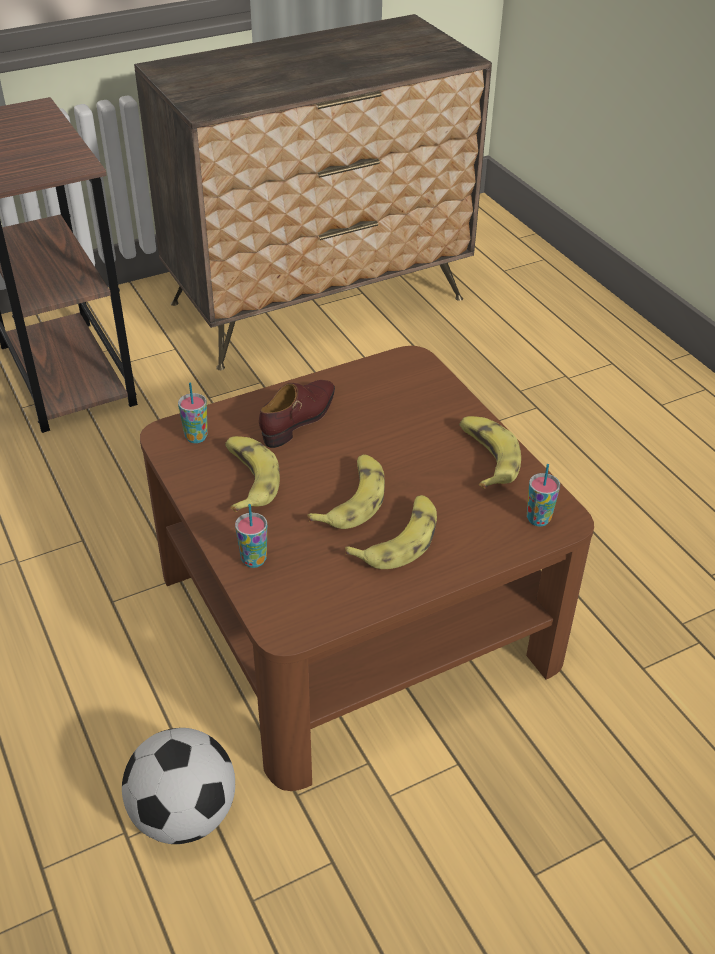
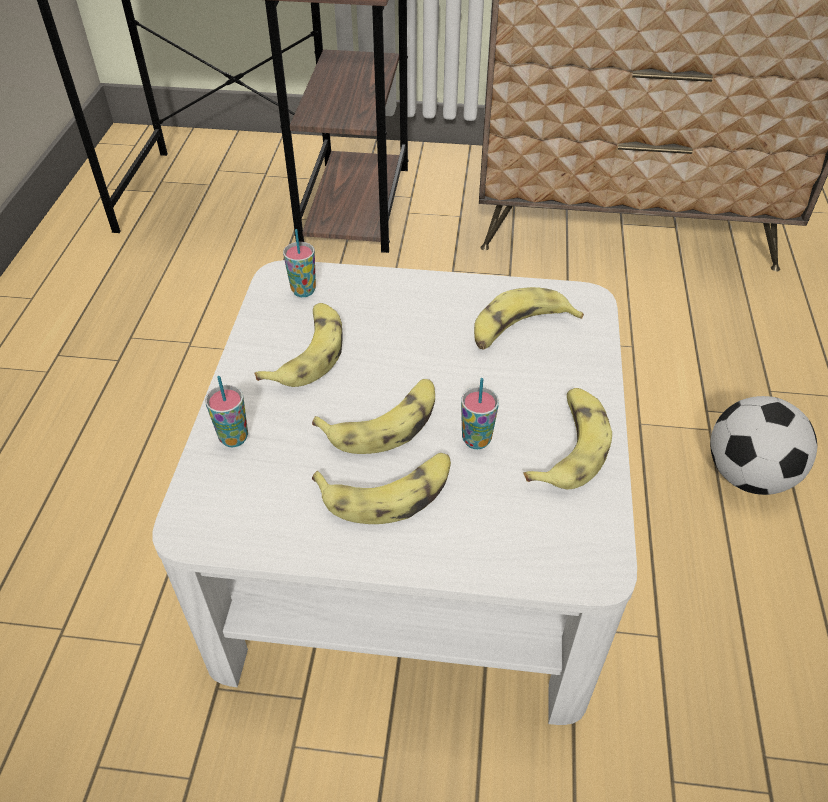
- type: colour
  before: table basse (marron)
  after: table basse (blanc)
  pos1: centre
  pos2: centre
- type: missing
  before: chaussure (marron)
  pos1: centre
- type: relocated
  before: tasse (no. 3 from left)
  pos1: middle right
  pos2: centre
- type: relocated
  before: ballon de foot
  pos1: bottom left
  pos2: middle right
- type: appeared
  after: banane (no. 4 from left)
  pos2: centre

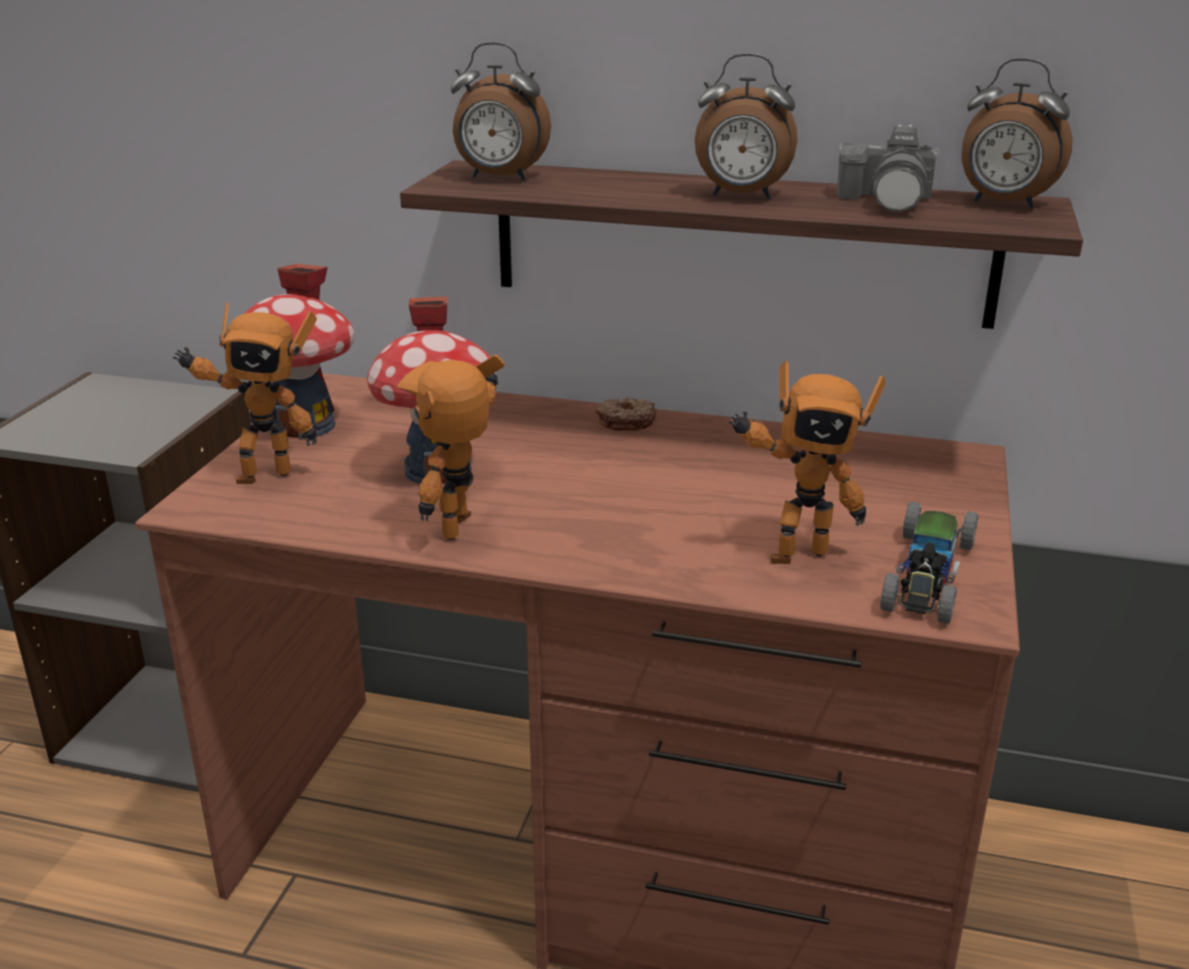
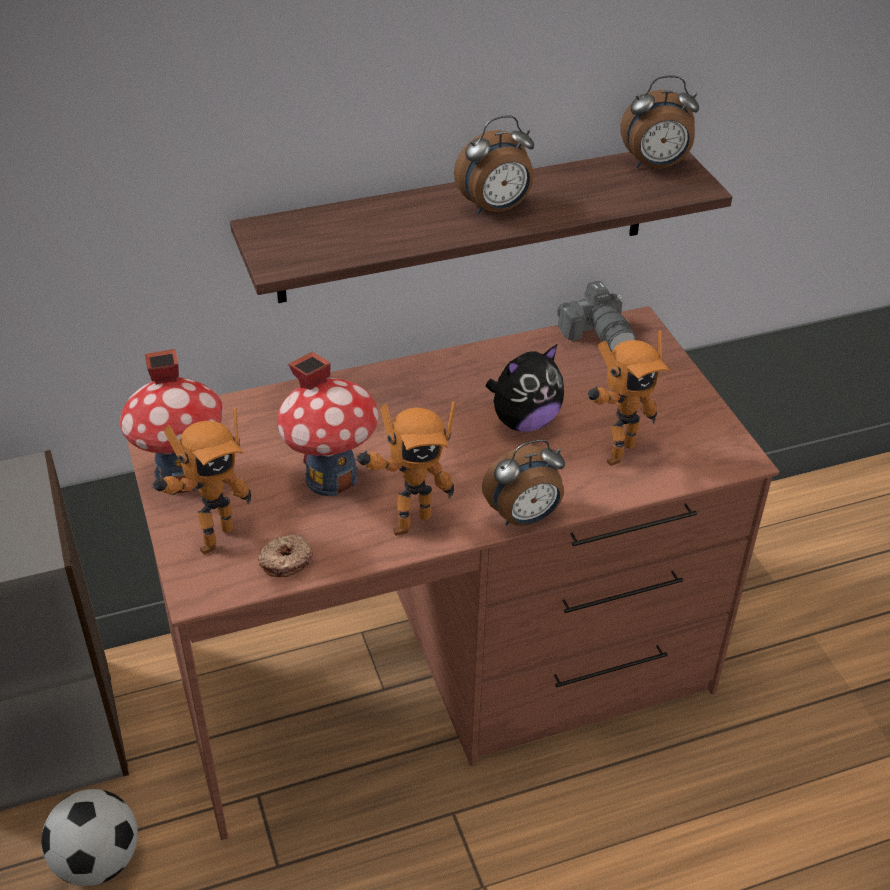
- type: relocated
  before: réveil (no. 1 from left in the first image)
  after: réveil (no. 2 from left)
  pos1: top centre
  pos2: centre
- type: relocated
  before: appareil photo
  pos1: top right
  pos2: middle right
- type: spun
  before: robot jouet (no. 2 from left)
  pos1: centre
  pos2: centre
  turn: -105
- type: relocated
  before: beignet
  pos1: centre
  pos2: middle left
- type: missing
  before: petite voiture
  pos1: middle right
- type: appeared
  after: peluche
  pos2: centre
- type: appeared
  after: ballon de foot
  pos2: bottom left

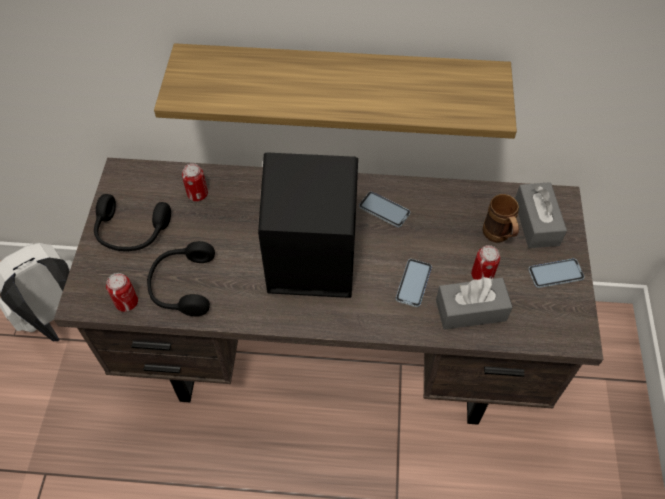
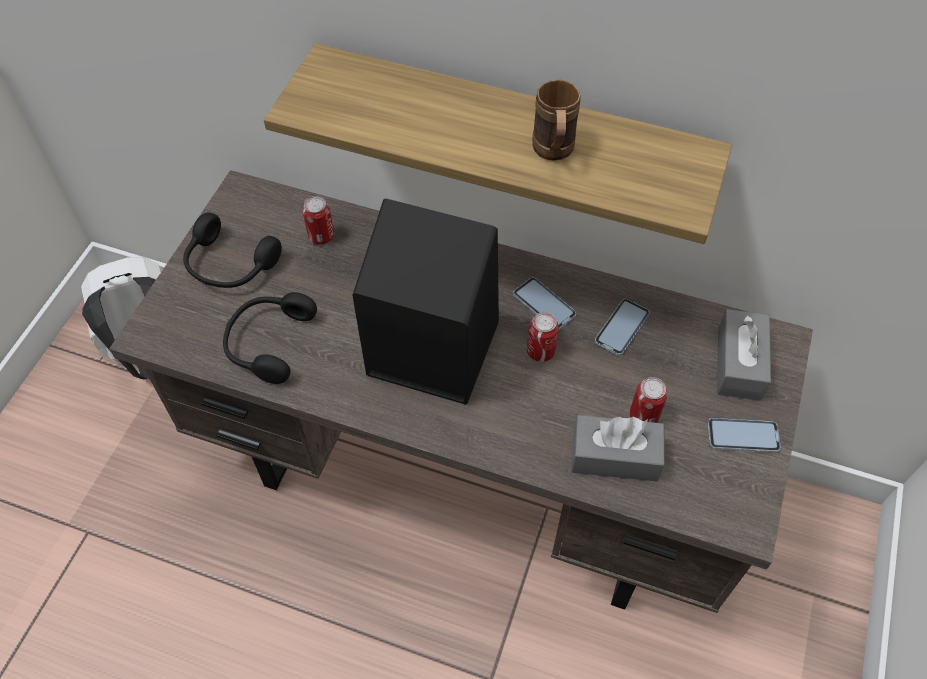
- type: relocated
  before: mug (marron)
  pos1: middle right
  pos2: top centre
- type: relocated
  before: téléphone (no. 2 from left)
  pos1: centre
  pos2: middle right
- type: relocated
  before: boîte métallique (no. 1 from left in the first image)
  after: boîte métallique (no. 2 from left)
  pos1: middle left
  pos2: centre

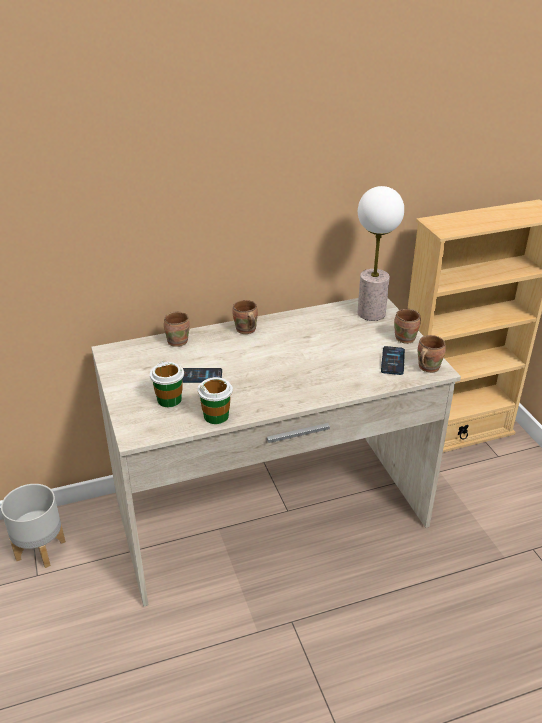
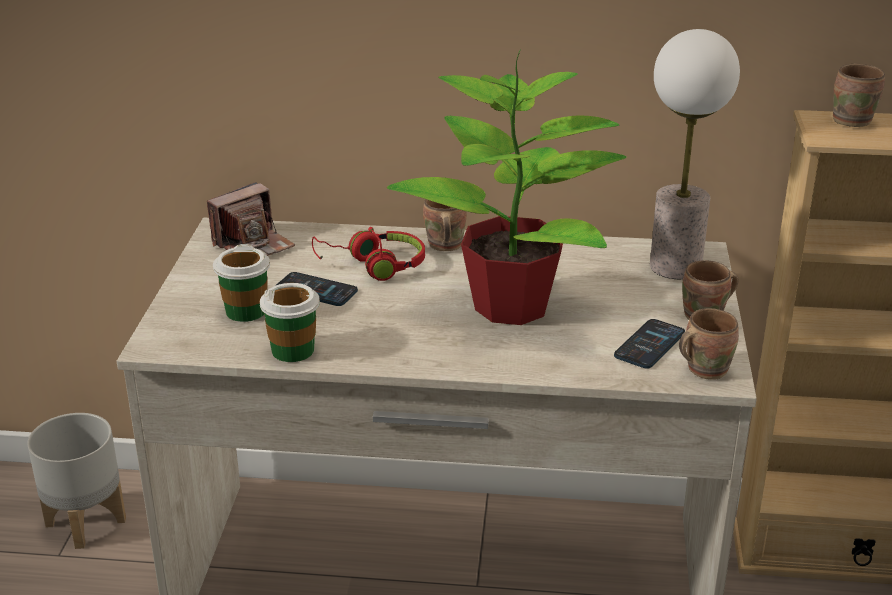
- type: relocated
  before: mug (marron) (no. 1 from left in the first image)
  after: mug (marron) (no. 4 from left)
  pos1: middle left
  pos2: top right
- type: appeared
  after: plante en pot
  pos2: top centre
- type: appeared
  after: appareil photo
  pos2: middle left
- type: appeared
  after: casque audio (rouge)
  pos2: centre

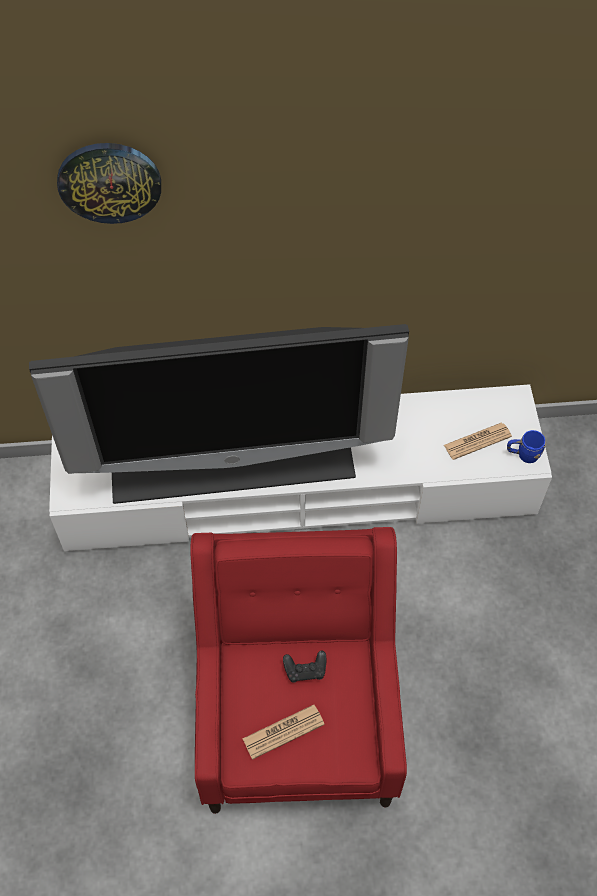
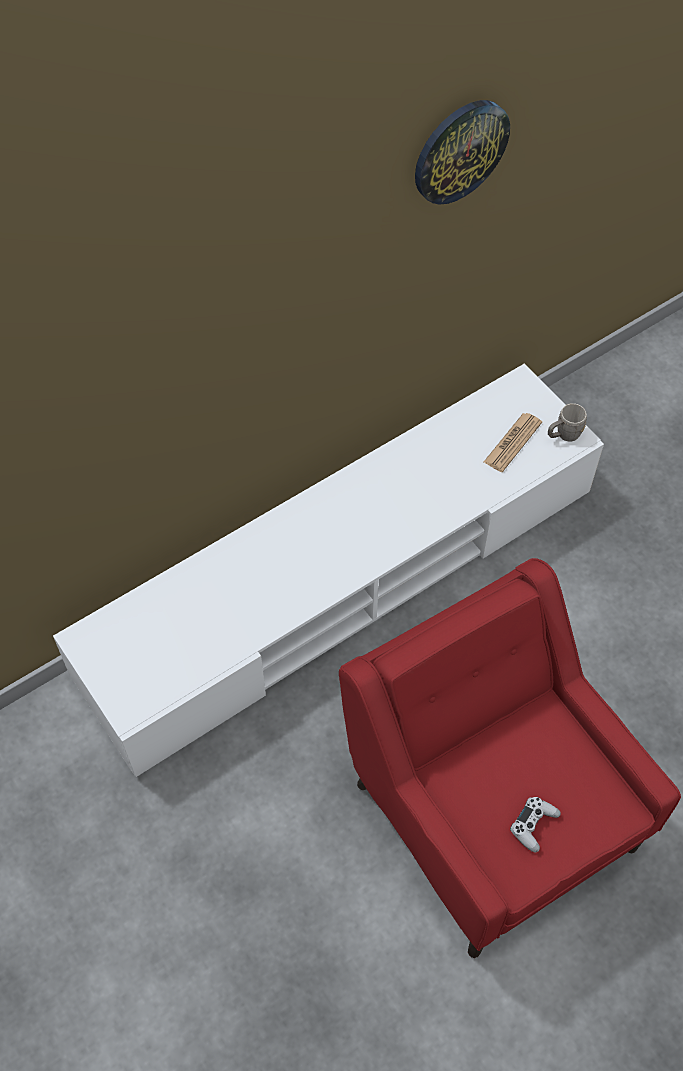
- type: relocated
  before: horloge murale
  pos1: top left
  pos2: top right
- type: missing
  before: téléviseur
  pos1: centre
- type: colour
  before: mug (bleu)
  after: mug (gris)
  pos1: middle right
  pos2: middle right
- type: missing
  before: manette (noir)
  pos1: bottom centre
- type: exchanged
  before: journal (no. 1 from left)
  after: manette (blanc)
  pos1: bottom centre
  pos2: bottom right

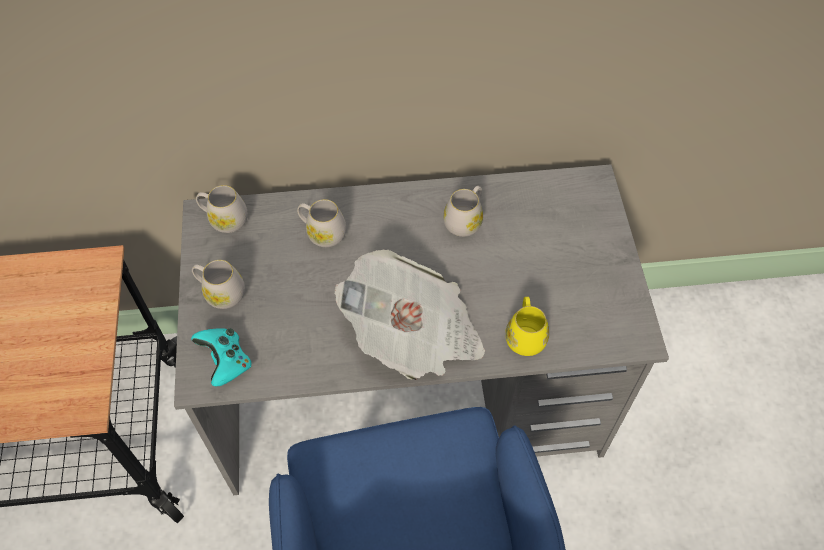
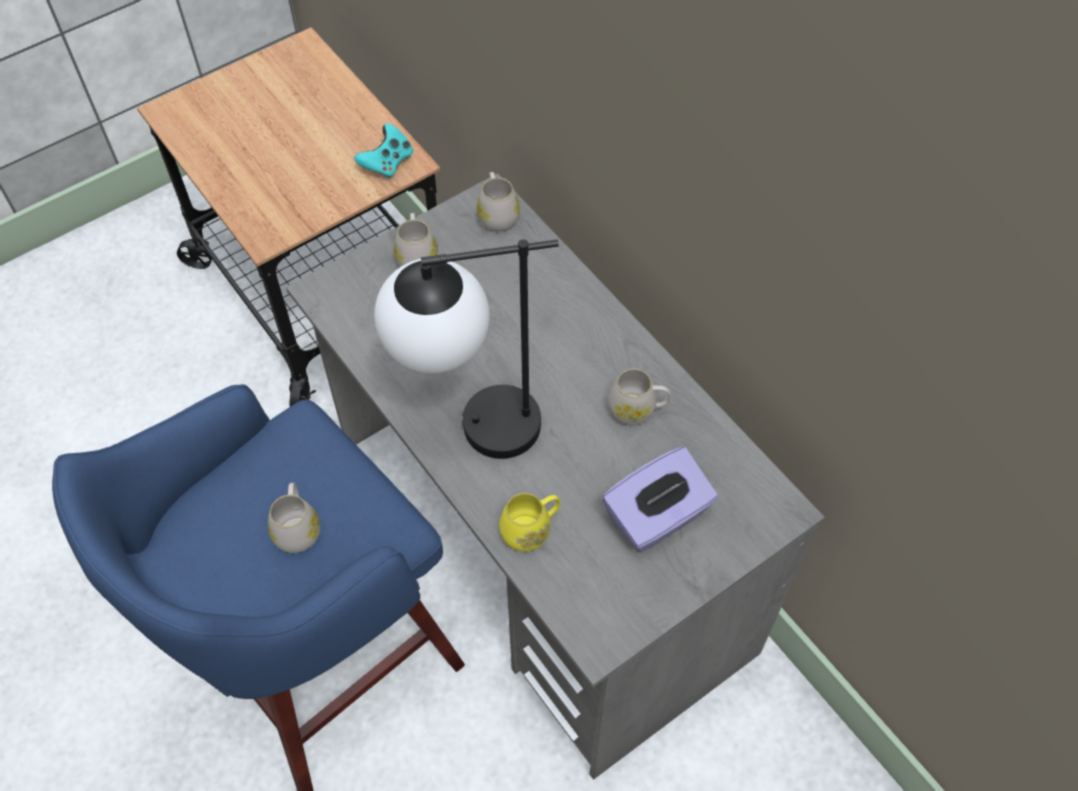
- type: relocated
  before: mug (blanc) (no. 3 from left in the first image)
  after: mug (blanc) (no. 1 from left)
  pos1: centre
  pos2: middle left
- type: exchanged
  before: journal
  after: lampe de table
  pos1: centre
  pos2: centre
- type: relocated
  before: manette (turquoise)
  pos1: middle left
  pos2: top centre
- type: appeared
  after: boîte à mouchoirs (violet)
  pos2: centre

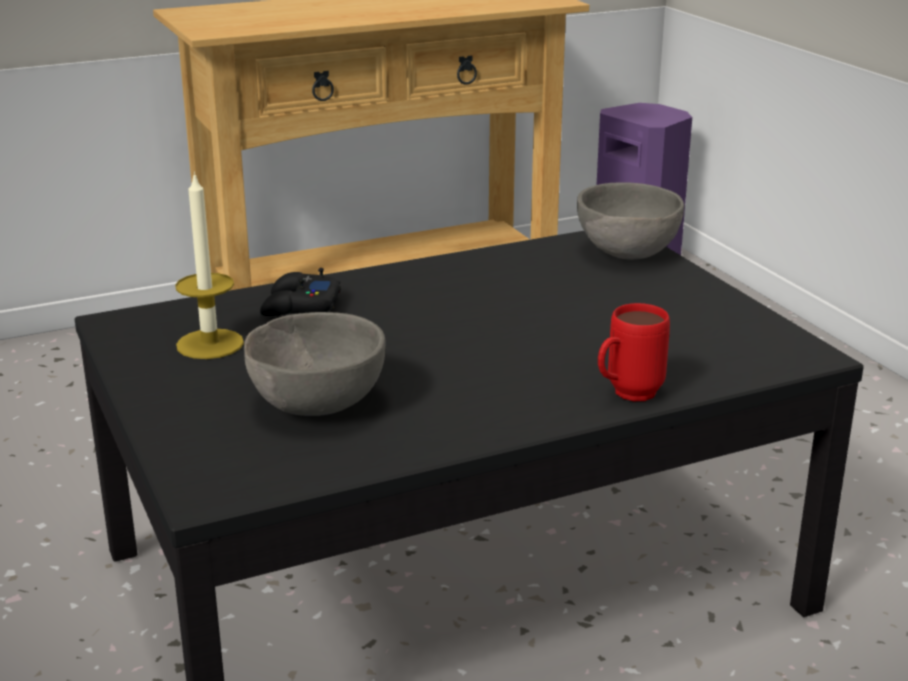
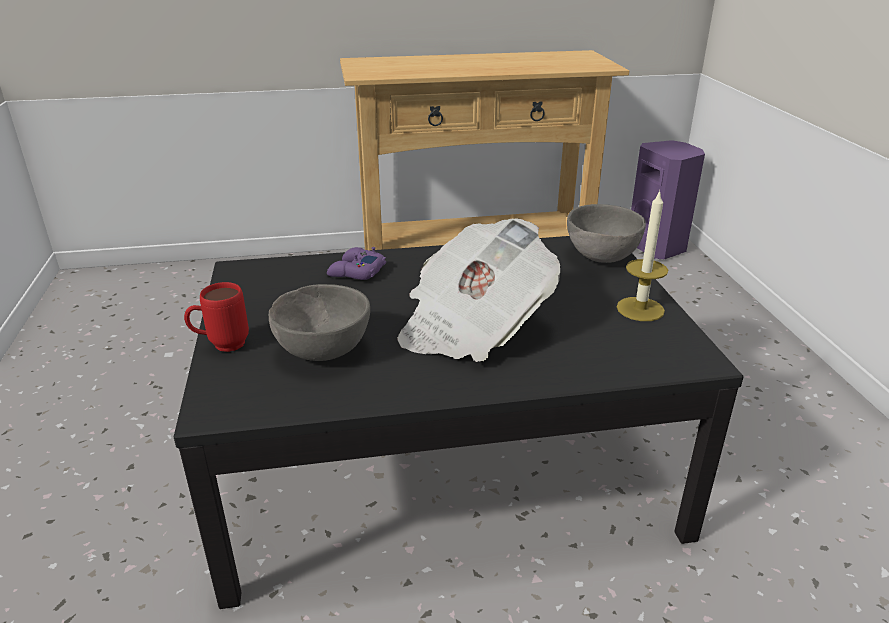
- type: relocated
  before: bougie
  pos1: middle left
  pos2: middle right
- type: colour
  before: manette (noir)
  after: manette (violet)
  pos1: middle left
  pos2: centre
- type: relocated
  before: mug (rouge)
  pos1: middle right
  pos2: middle left
- type: appeared
  after: journal
  pos2: centre

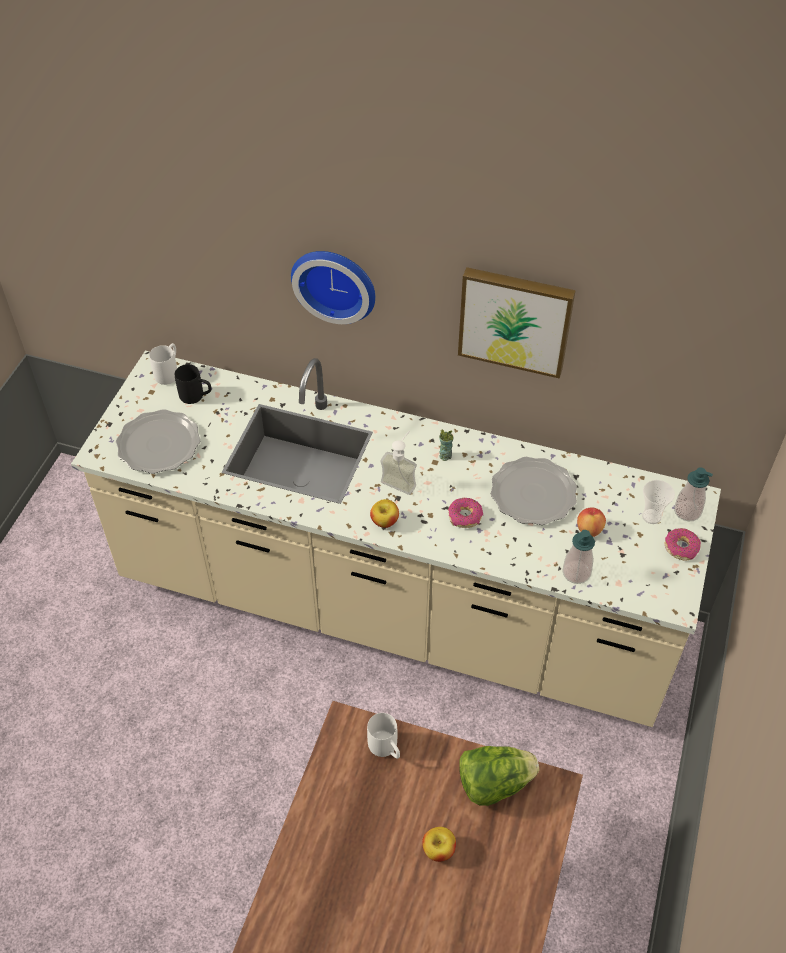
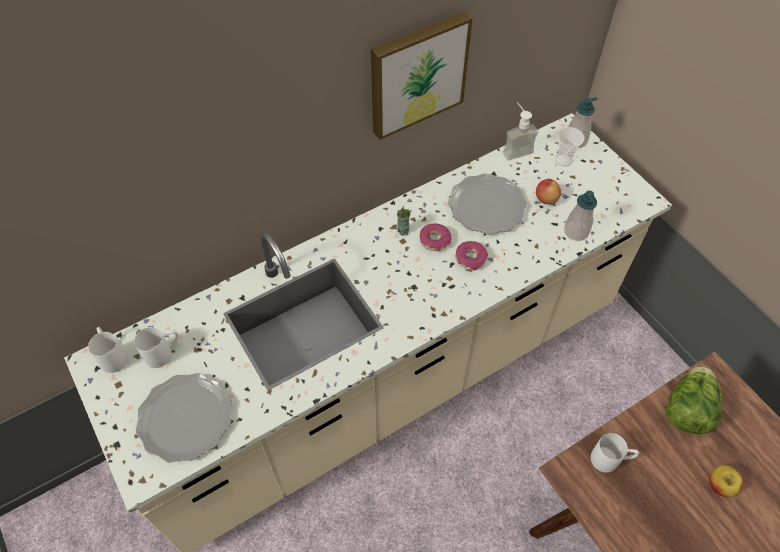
- type: missing
  before: horloge murale
  pos1: top centre
- type: colour
  before: mug (noir)
  after: mug (blanc) (no. 2 from left)
  pos1: middle left
  pos2: middle left
- type: relocated
  before: distributeur de savon (no. 1 from left)
  pos1: centre
  pos2: top right
- type: missing
  before: pomme (no. 1 from left)
  pos1: centre
- type: relocated
  before: beignet (no. 2 from left in the first image)
  after: beignet (no. 1 from left)
  pos1: middle right
  pos2: centre

